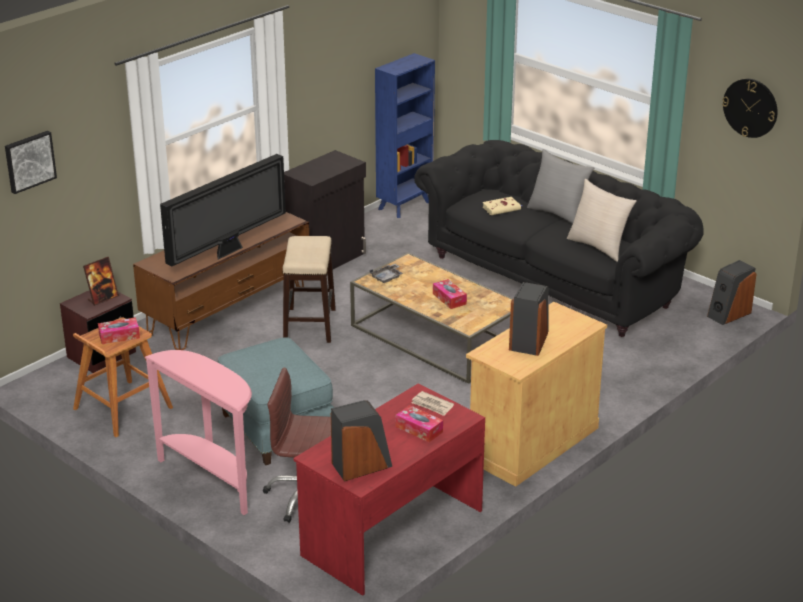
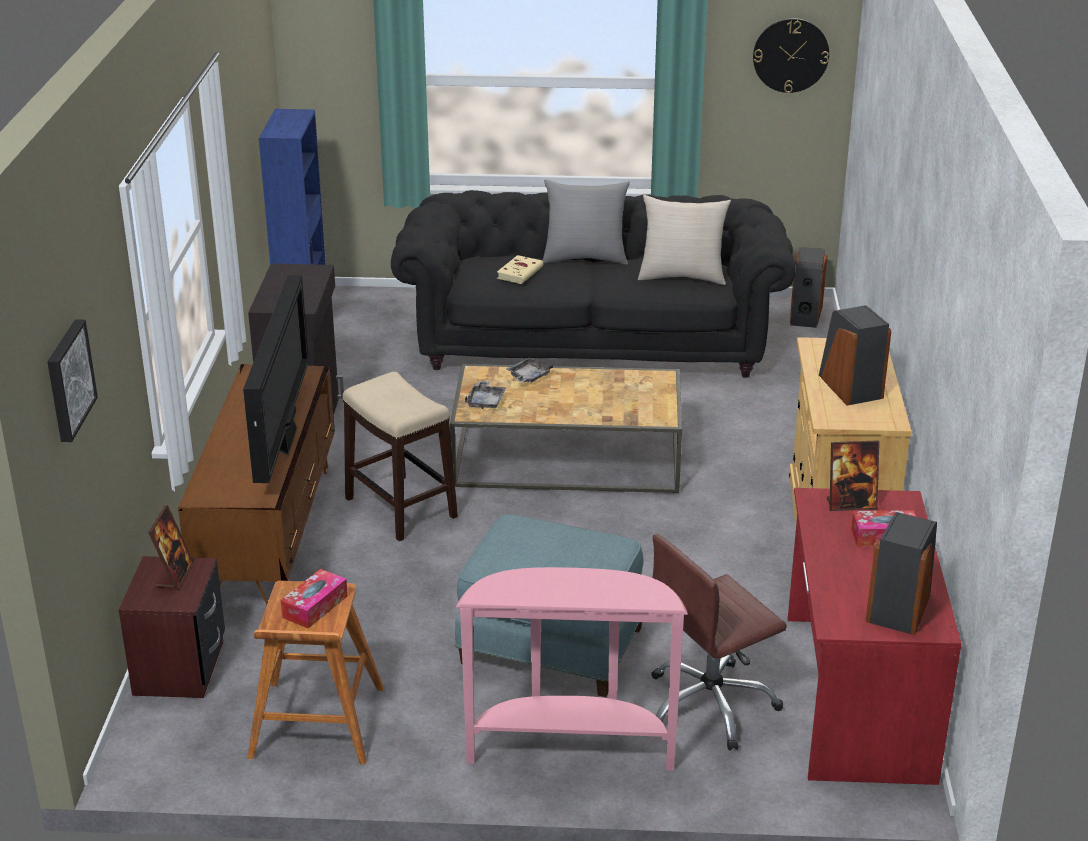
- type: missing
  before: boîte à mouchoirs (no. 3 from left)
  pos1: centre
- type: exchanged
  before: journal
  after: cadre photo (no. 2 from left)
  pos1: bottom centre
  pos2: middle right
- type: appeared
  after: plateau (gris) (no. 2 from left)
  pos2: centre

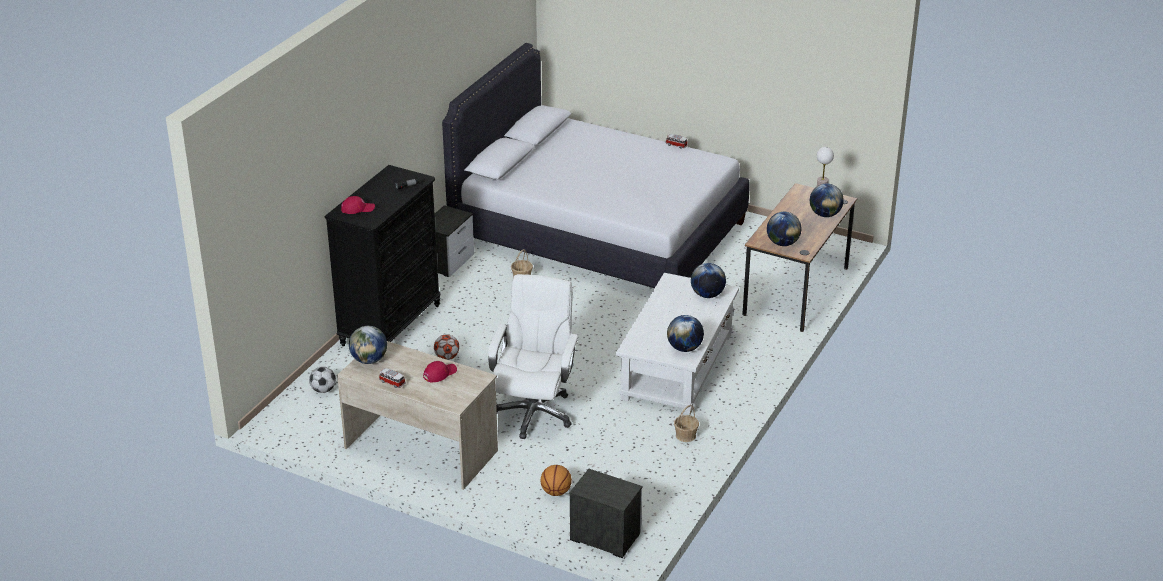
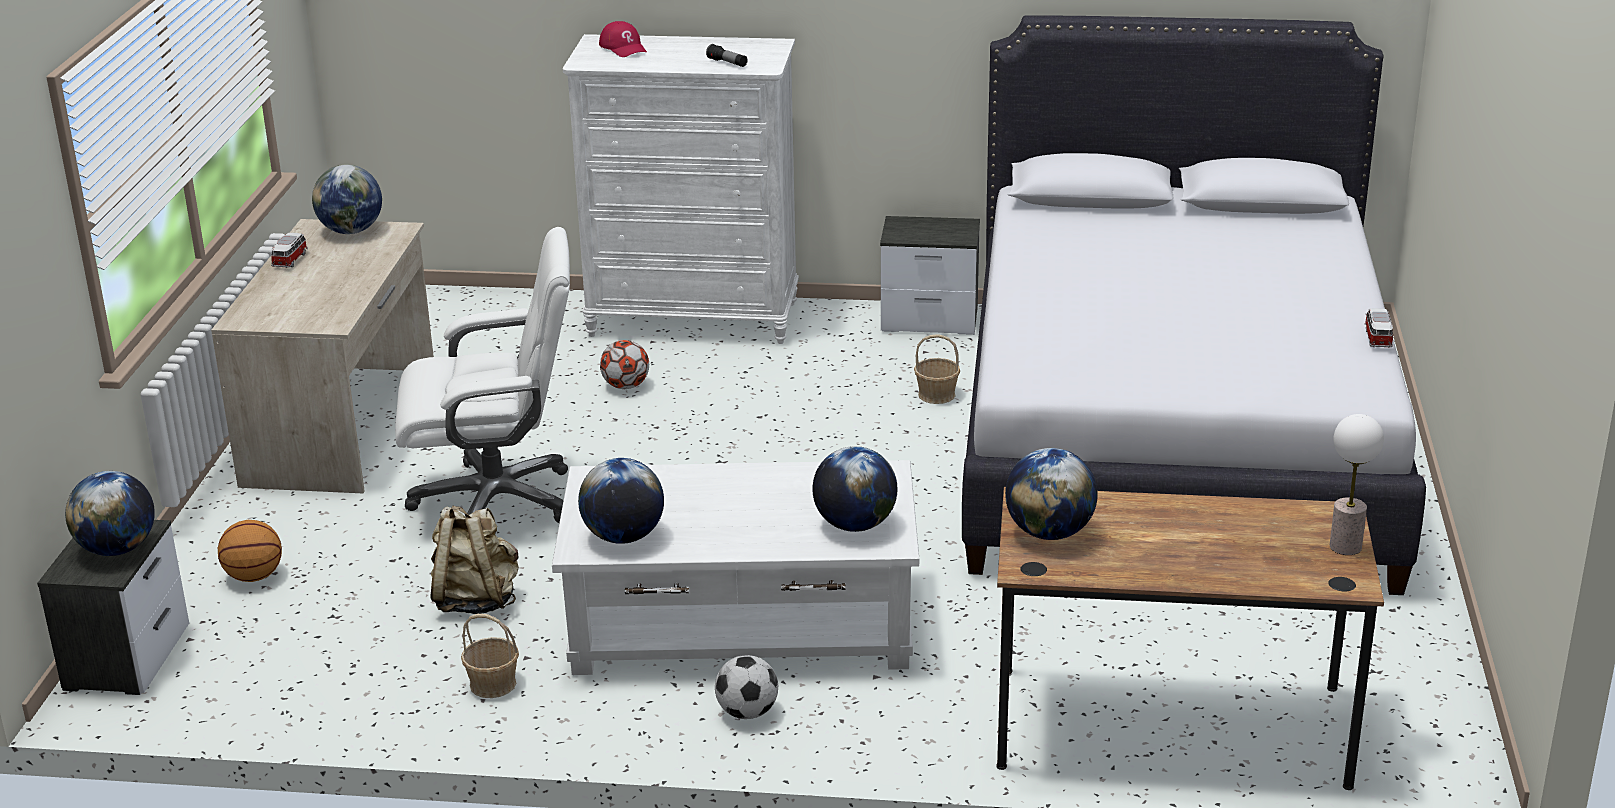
- type: colour
  before: commode (noir)
  after: commode (blanc)
  pos1: middle left
  pos2: top centre
- type: relocated
  before: globe (no. 5 from left in the first image)
  after: globe (no. 1 from left)
  pos1: middle right
  pos2: middle left
- type: missing
  before: casquette (rouge) (no. 2 from left)
  pos1: centre
- type: relocated
  before: ballon de foot (no. 1 from left in the first image)
  after: ballon de foot (no. 2 from left)
  pos1: middle left
  pos2: bottom centre
- type: appeared
  after: sac à dos (beige)
  pos2: bottom left

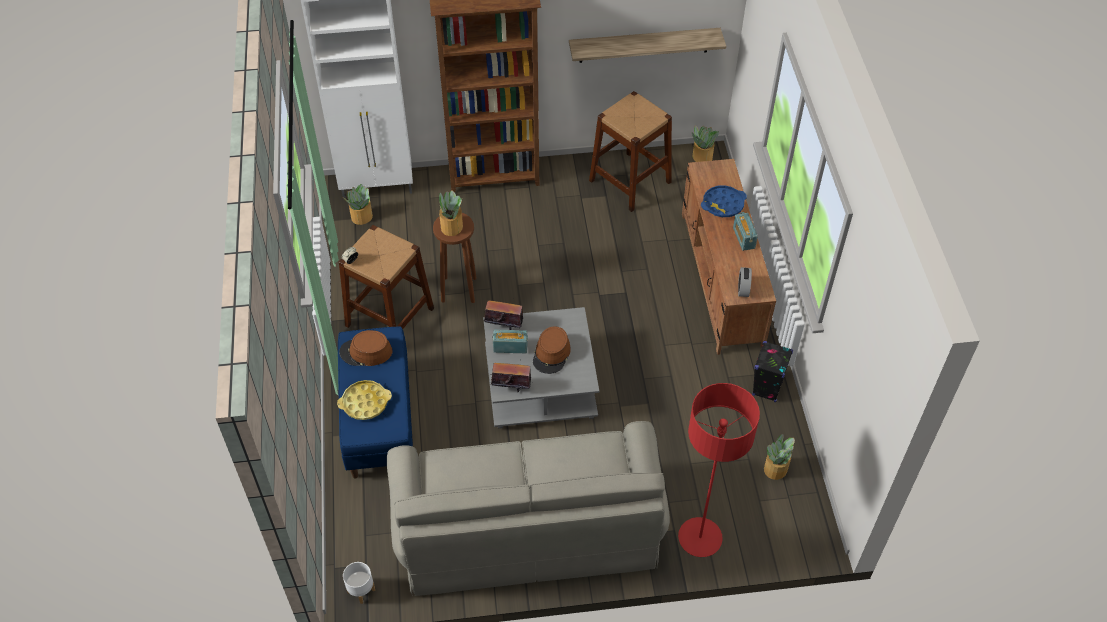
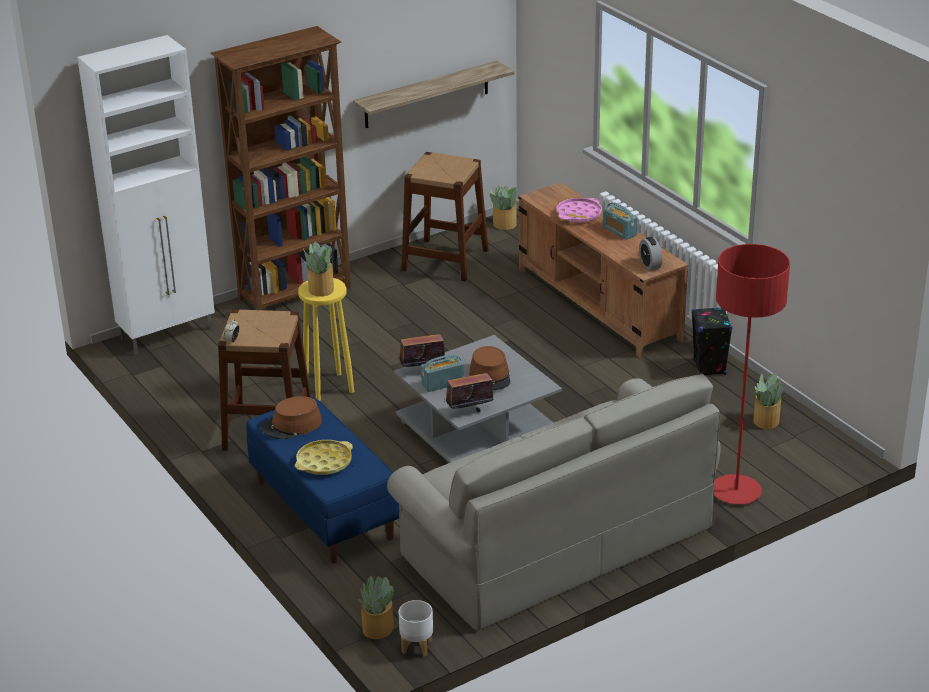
- type: relocated
  before: plante en pot (no. 1 from left in the first image)
  after: plante en pot (no. 2 from left)
  pos1: top left
  pos2: bottom centre
- type: colour
  before: plateau (bleu)
  after: plateau (rose)
  pos1: top centre
  pos2: top centre
- type: colour
  before: tabouret (marron) (no. 2 from left)
  after: tabouret (jaune)
  pos1: centre
  pos2: centre

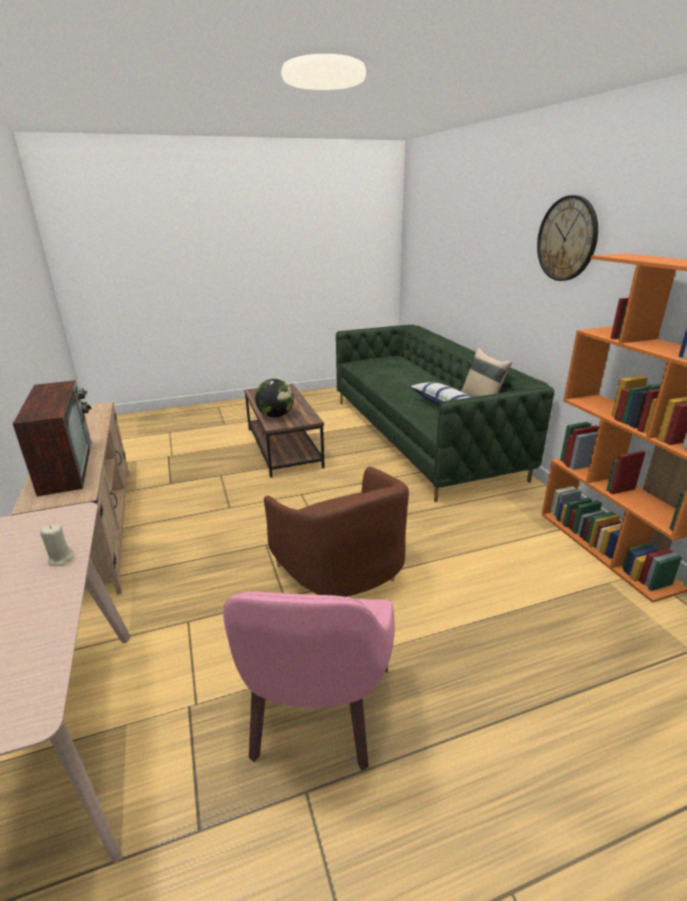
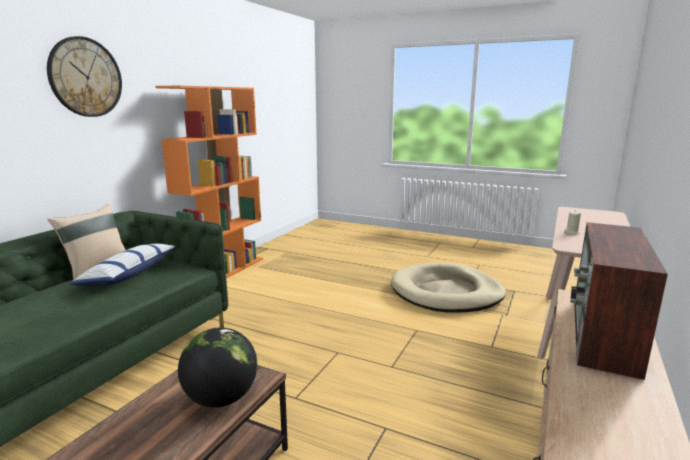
- type: missing
  before: fauteuil (marron)
  pos1: centre
- type: exchanged
  before: fauteuil (rose)
  after: panier pour chien (beige)
  pos1: bottom centre
  pos2: centre

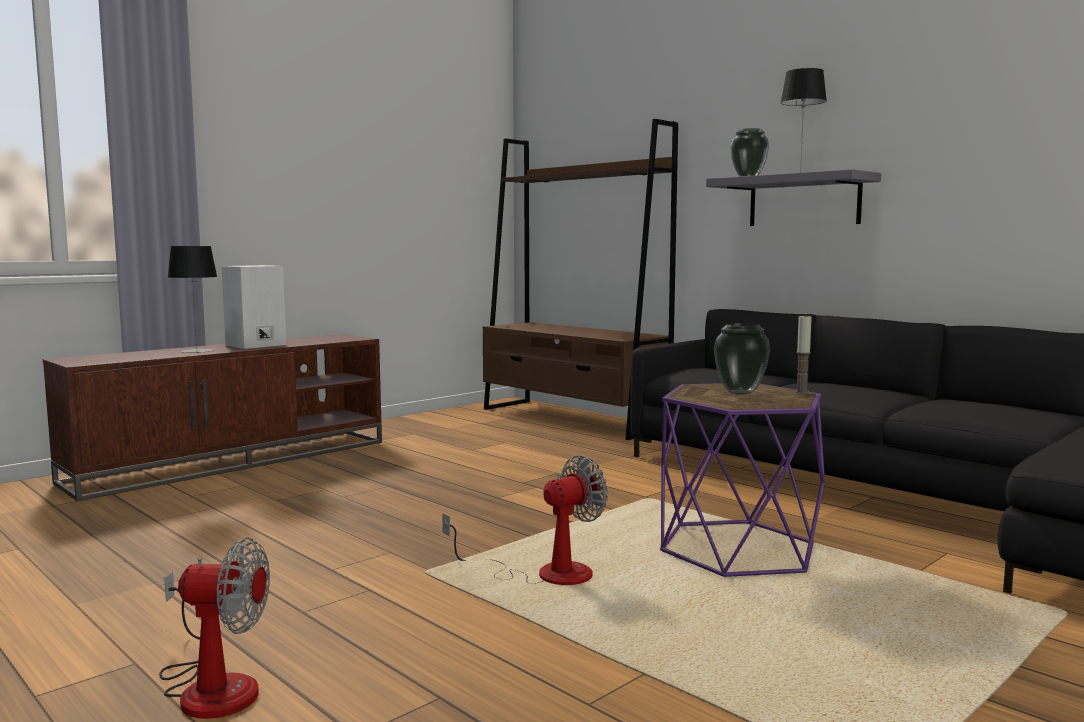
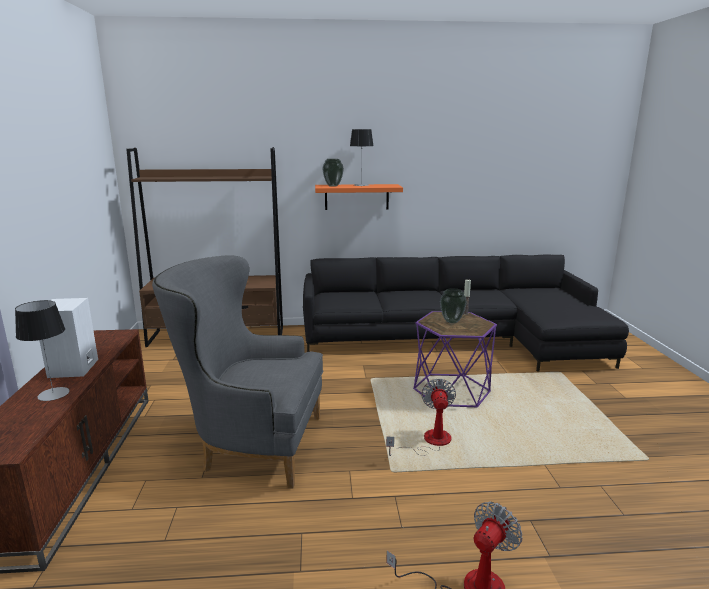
- type: colour
  before: étagère (gris)
  after: étagère (orange)
  pos1: top right
  pos2: centre
- type: appeared
  after: fauteuil (gris)
  pos2: centre

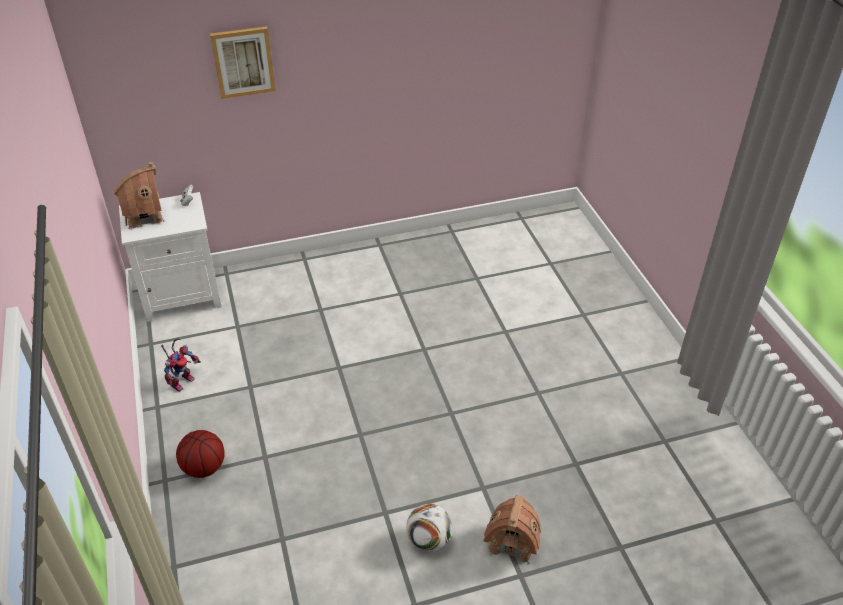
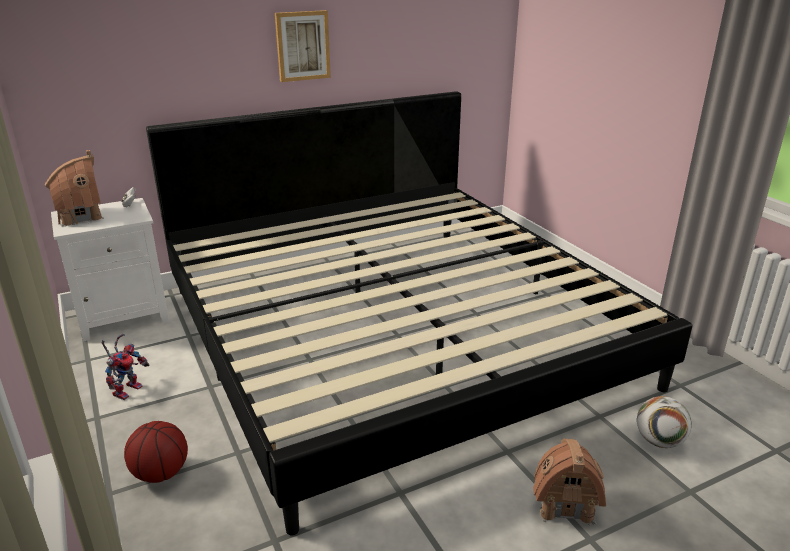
- type: relocated
  before: tableau
  pos1: top left
  pos2: top centre
- type: relocated
  before: ballon de foot
  pos1: bottom centre
  pos2: bottom right
- type: appeared
  after: lit
  pos2: centre

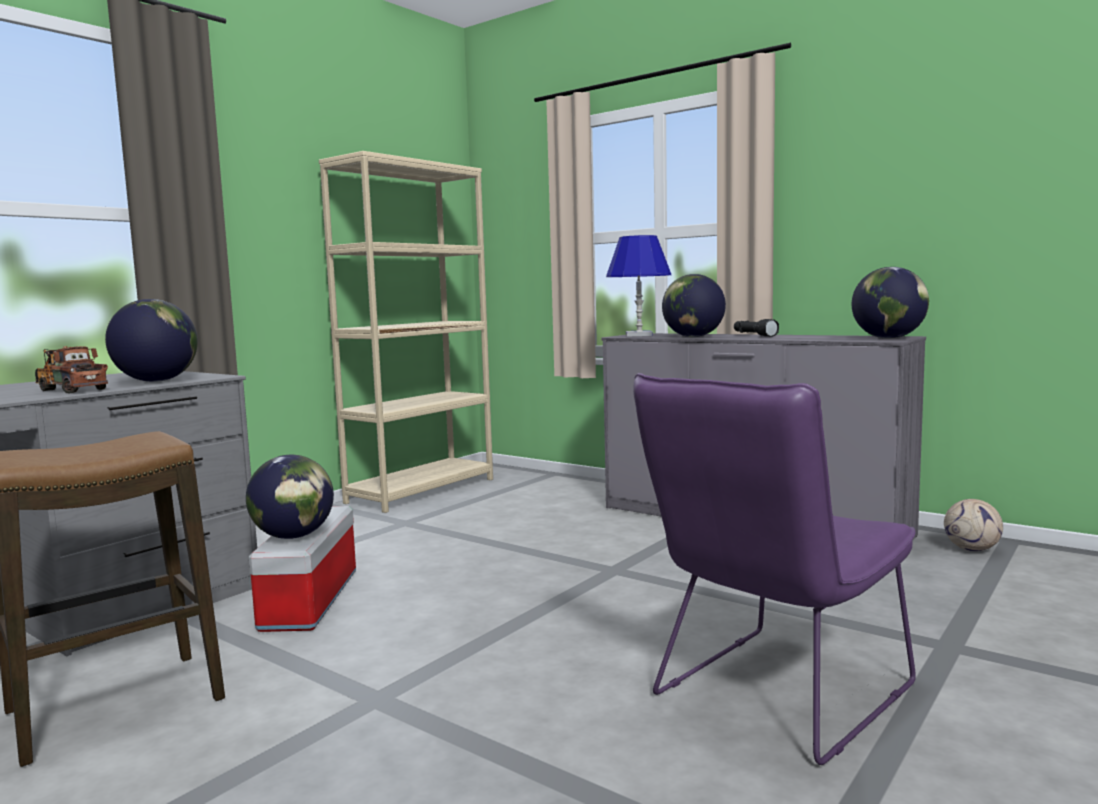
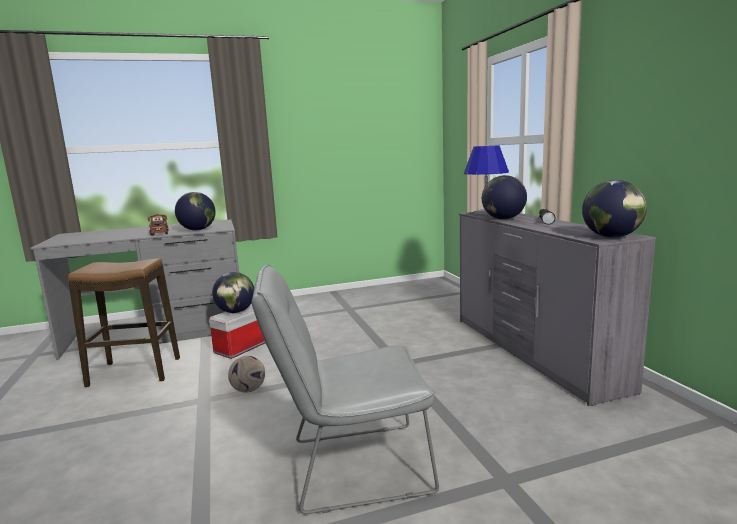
- type: missing
  before: bibliothèque (beige)
  pos1: centre
- type: colour
  before: chaise (violet)
  after: chaise (gris)
  pos1: bottom right
  pos2: bottom centre
- type: relocated
  before: ballon de foot
  pos1: middle right
  pos2: bottom centre

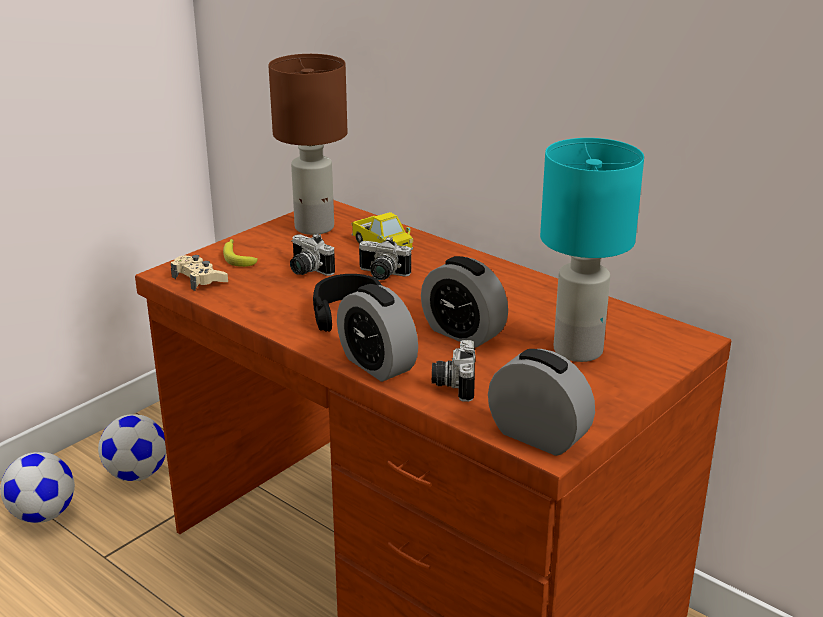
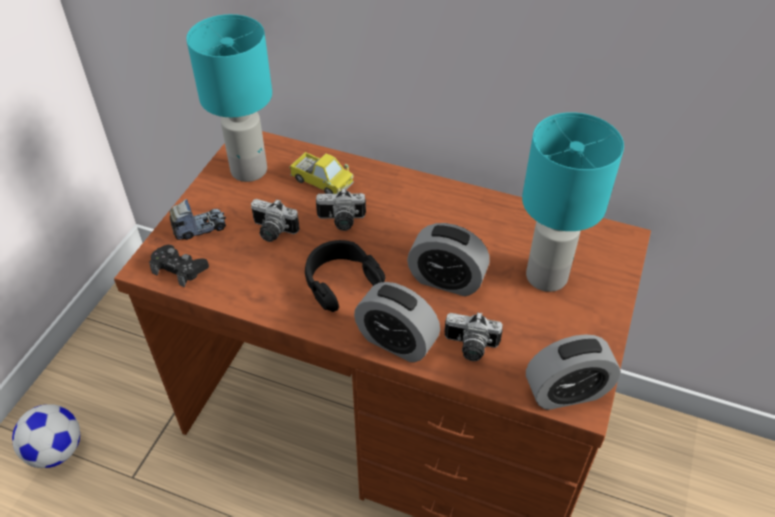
- type: colour
  before: lampe de table (marron)
  after: lampe de table (turquoise) (no. 1 from left)
  pos1: top centre
  pos2: top left
- type: exchanged
  before: banane
  after: camion jouet (no. 1 from left)
  pos1: middle left
  pos2: middle left
- type: colour
  before: manette (beige)
  after: manette (noir)
  pos1: middle left
  pos2: middle left
- type: spun
  before: appareil photo (no. 3 from left)
  pos1: centre
  pos2: centre
  turn: -60
- type: spun
  before: réveil (no. 3 from left)
  pos1: centre
  pos2: bottom right
  turn: 150
- type: missing
  before: ballon de foot (no. 2 from left)
  pos1: bottom left

